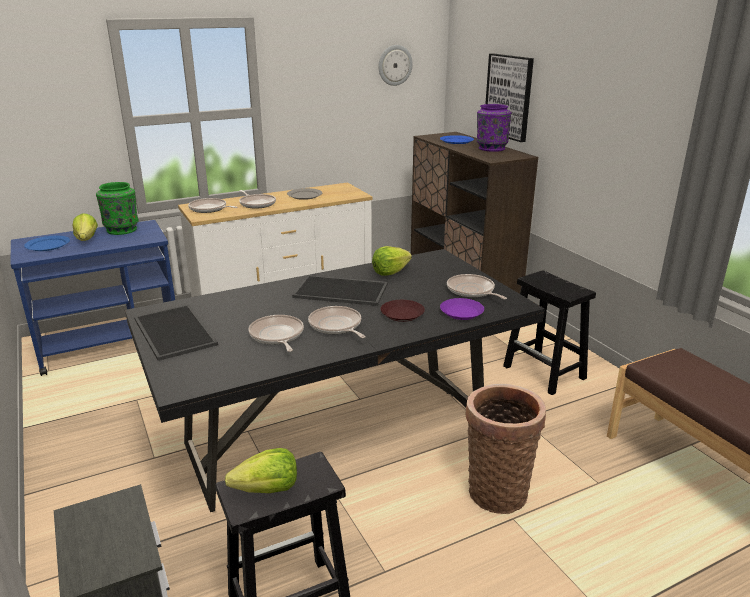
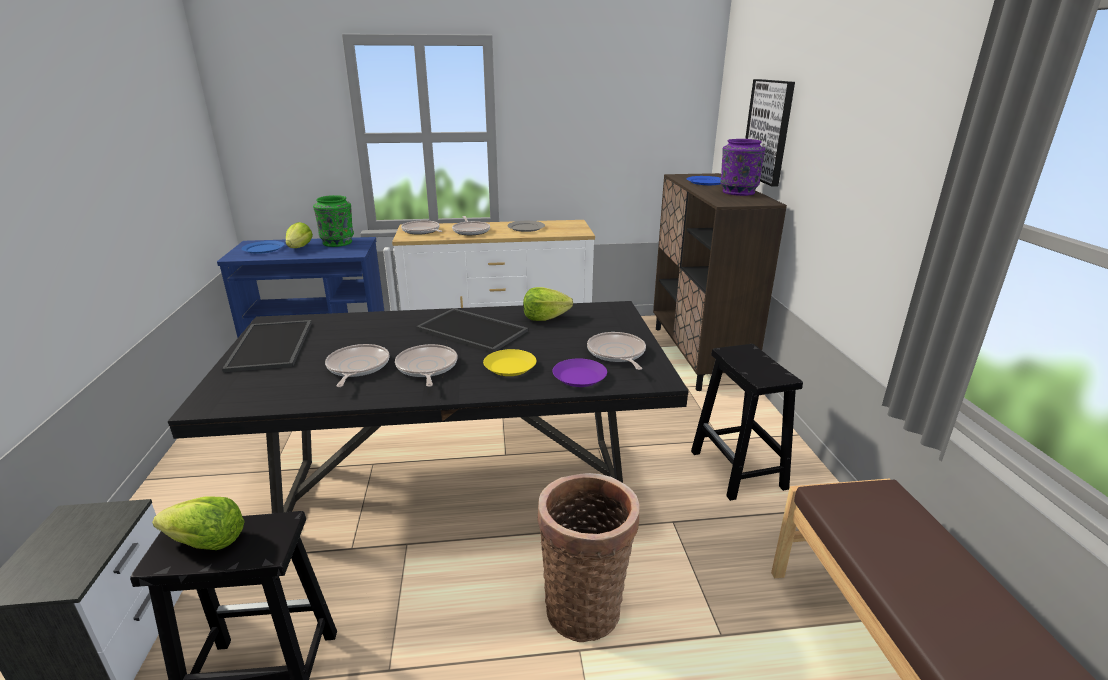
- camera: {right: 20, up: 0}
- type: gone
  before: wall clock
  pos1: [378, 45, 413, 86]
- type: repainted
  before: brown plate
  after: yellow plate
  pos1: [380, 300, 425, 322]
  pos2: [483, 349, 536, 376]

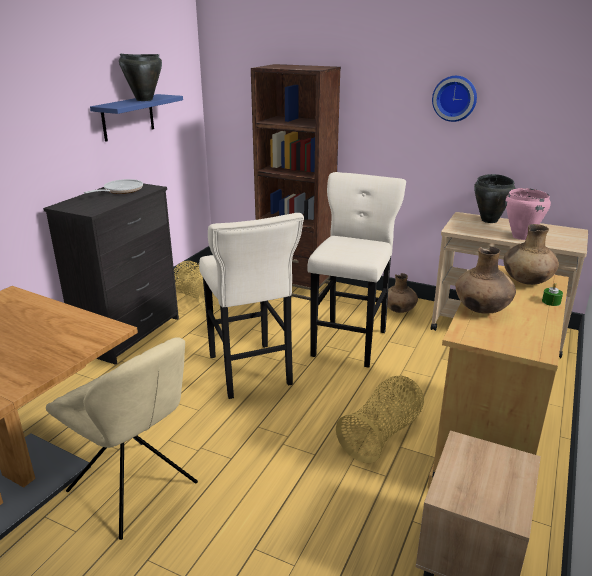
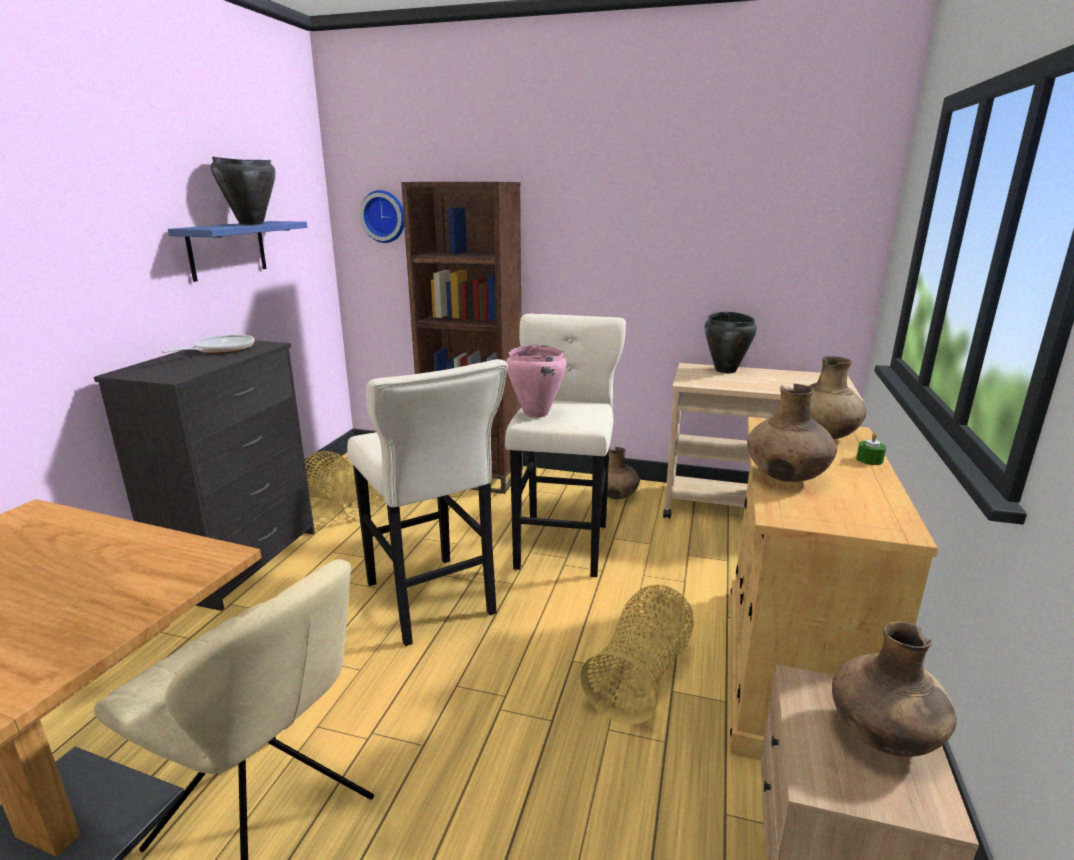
- camera: {right: -10, up: -5}
- type: new
  after: brown vase
  pos2: [832, 621, 957, 757]
- type: shifted
  before: wall clock
  pos1: [432, 76, 477, 122]
  pos2: [360, 190, 404, 243]
- type: shifted
  before: pink cooking pot
  pos1: [505, 188, 551, 240]
  pos2: [506, 345, 567, 418]

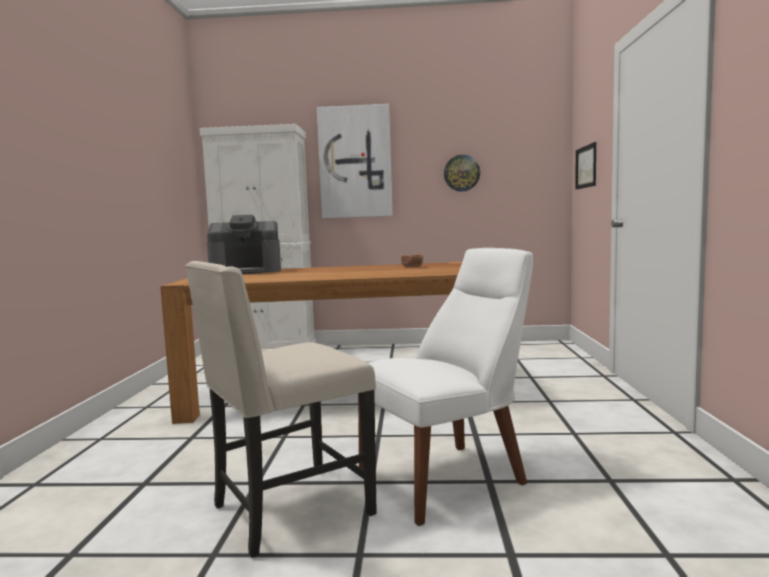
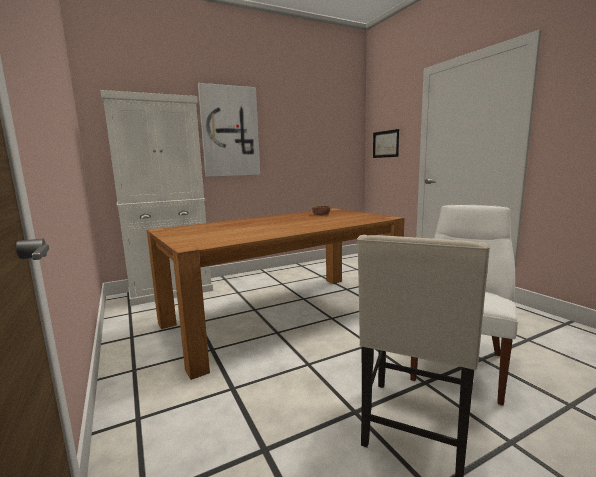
- camera: {right: -30, up: 5}
- type: gone
  before: coffee machine
  pos1: [207, 215, 281, 274]
- type: gone
  before: wall clock
  pos1: [444, 155, 480, 192]

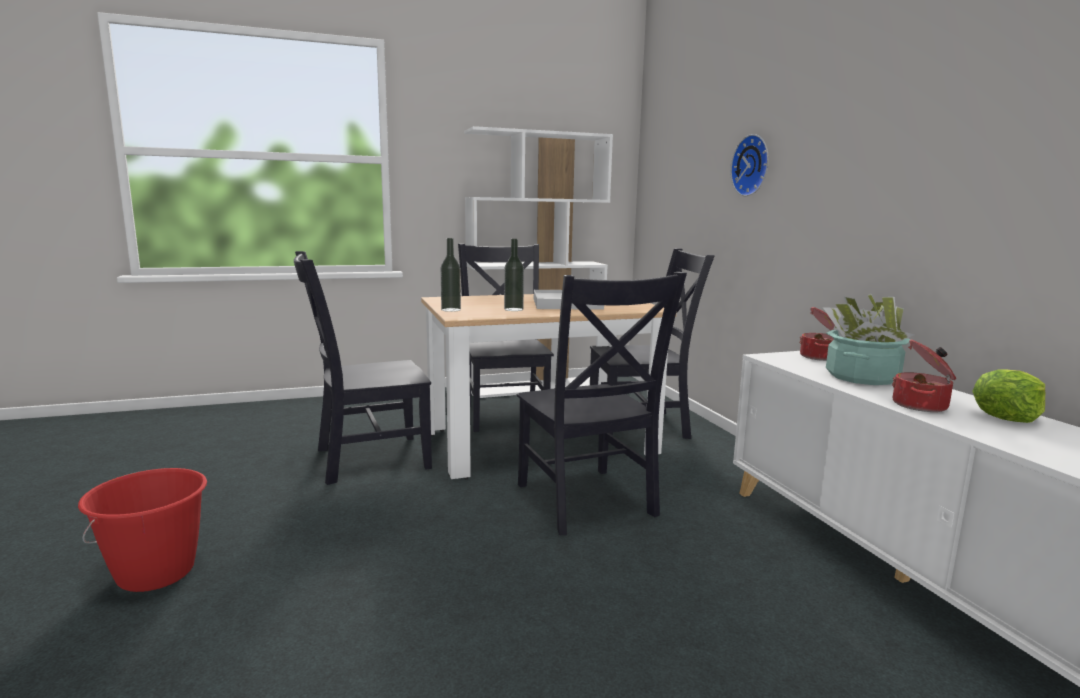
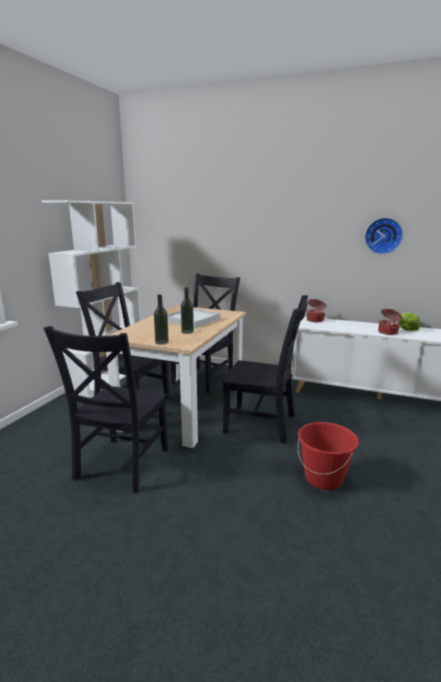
- camera: {right: -50, up: 5}
- type: gone
  before: potted plant
  pos1: [823, 294, 914, 385]
- type: shifted
  before: red bucket
  pos1: [78, 468, 207, 592]
  pos2: [298, 422, 359, 490]
- type: shifted
  before: wall clock
  pos1: [730, 134, 769, 196]
  pos2: [365, 218, 403, 254]

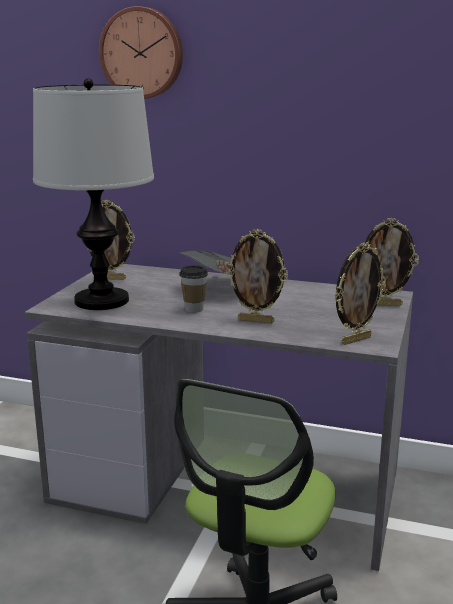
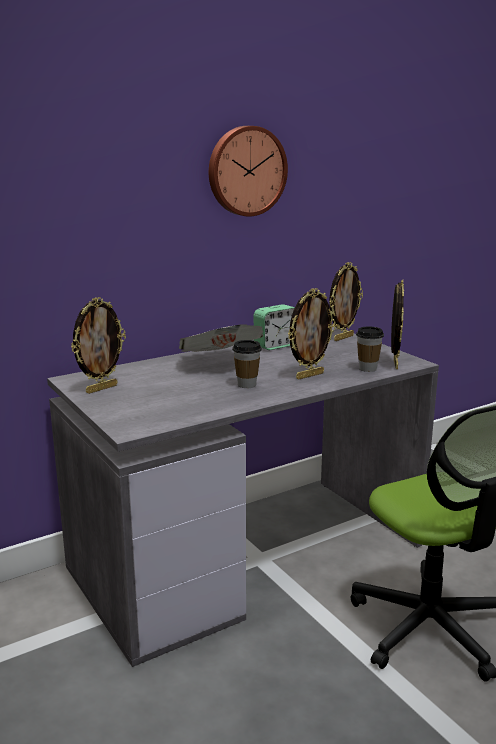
- camera: {right: -50, up: 0}
- type: gone
  before: table lamp
  pos1: [33, 78, 154, 310]
- type: new
  after: alarm clock
  pos2: [253, 304, 295, 350]
- type: new
  after: cup
  pos2: [356, 327, 384, 372]
- type: shifted
  before: wall clock
  pos1: [99, 6, 183, 99]
  pos2: [209, 126, 288, 217]

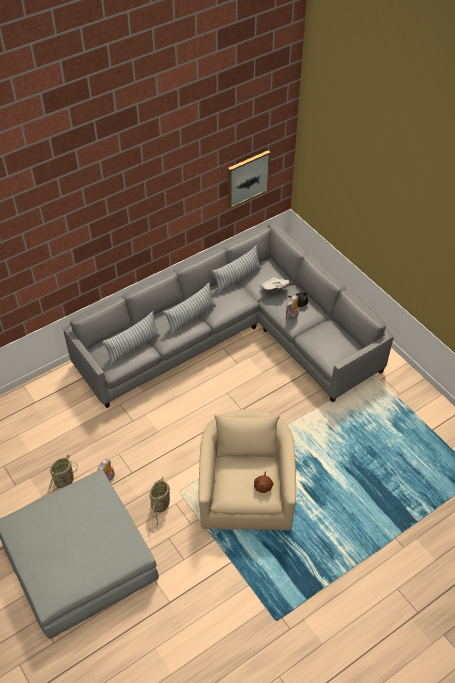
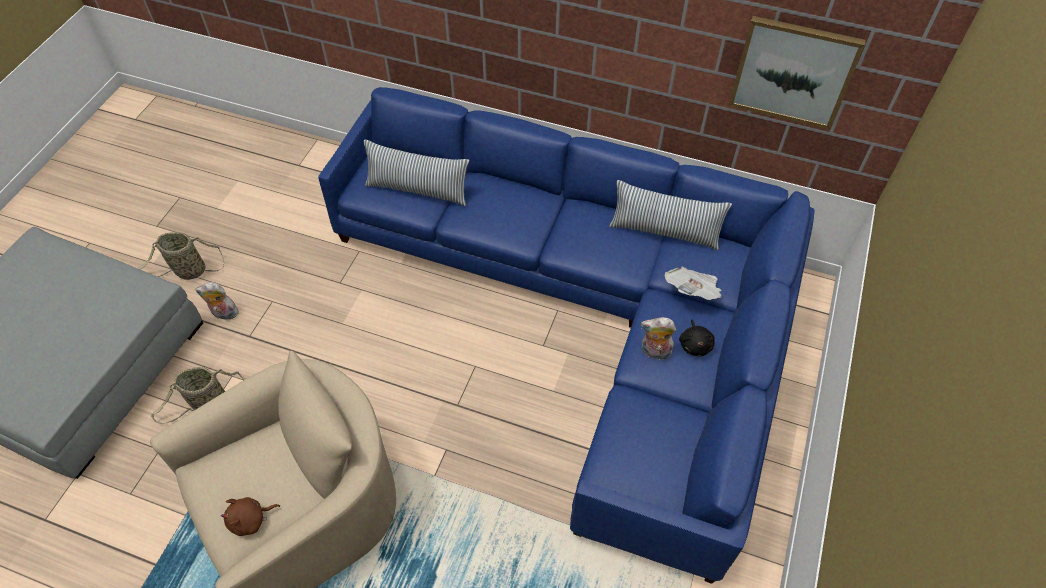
- camera: {right: 55, up: 5}
- type: gone
  before: pillow
  pos1: [163, 282, 216, 335]
- type: repainted
  before: grey sofa
  after: blue sofa
  pos1: [63, 223, 394, 408]
  pos2: [318, 87, 815, 584]

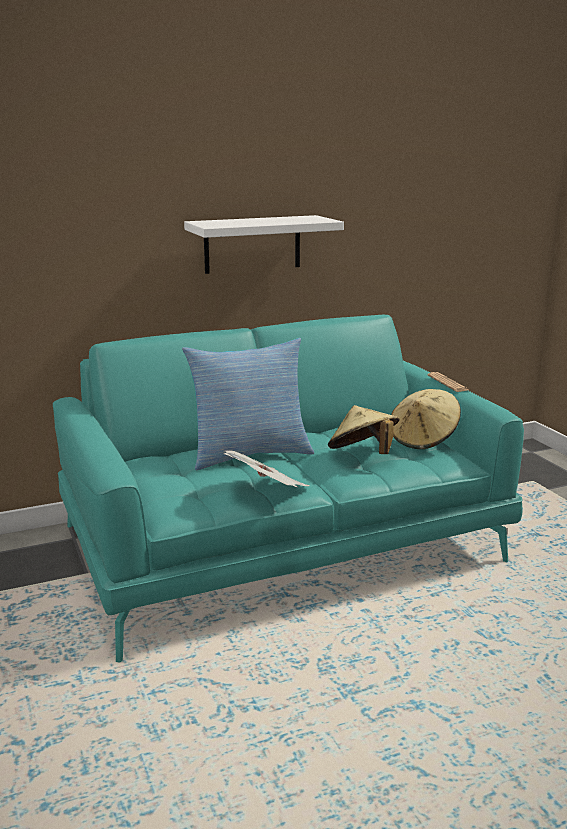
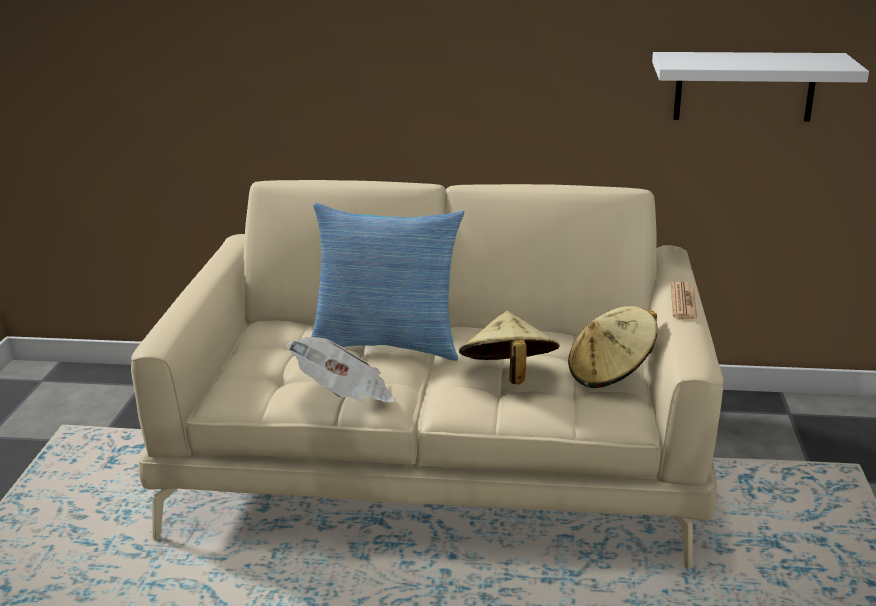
- camera: {right: 30, up: 5}
- type: shifted
  before: white shelf
  pos1: [184, 215, 344, 274]
  pos2: [652, 52, 869, 122]
- type: repainted
  before: turquoise sofa
  after: beige sofa
  pos1: [53, 315, 524, 663]
  pos2: [131, 180, 723, 569]

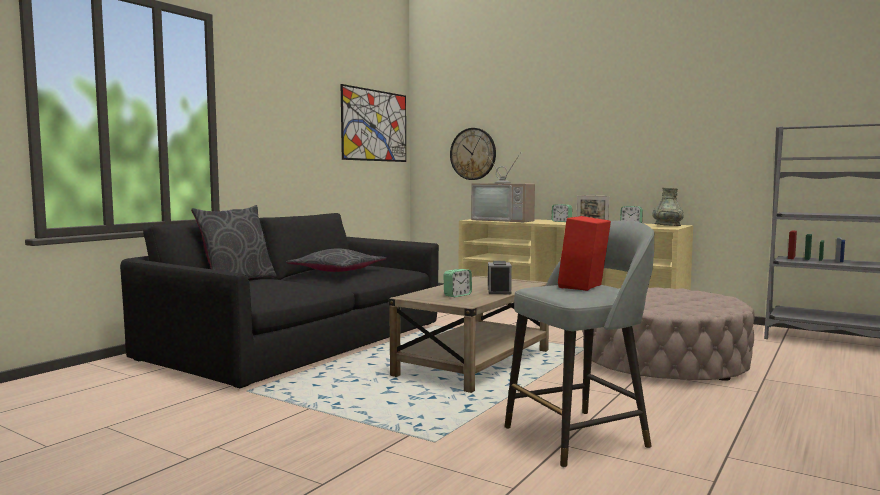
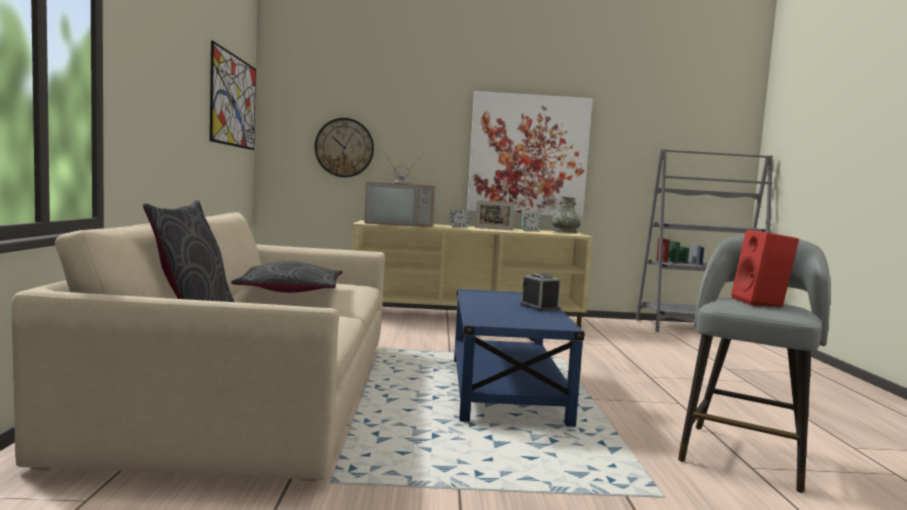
- camera: {right: -35, up: 0}
- type: gone
  before: alarm clock
  pos1: [443, 269, 472, 297]
- type: gone
  before: beige ottoman
  pos1: [582, 288, 755, 381]
- type: new
  after: picture
  pos2: [467, 91, 593, 217]
- type: repainted
  before: black sofa
  after: beige sofa
  pos1: [120, 213, 439, 388]
  pos2: [11, 212, 385, 481]
- type: repainted
  before: beige coffee table
  after: blue coffee table
  pos1: [389, 276, 549, 393]
  pos2: [454, 289, 585, 427]

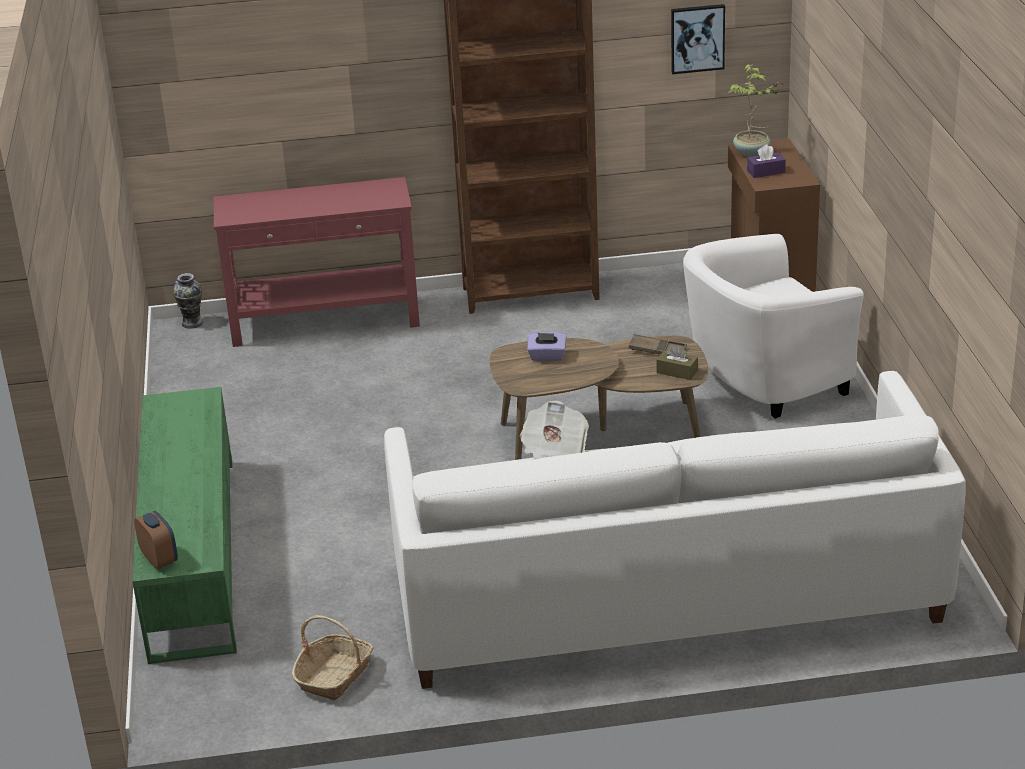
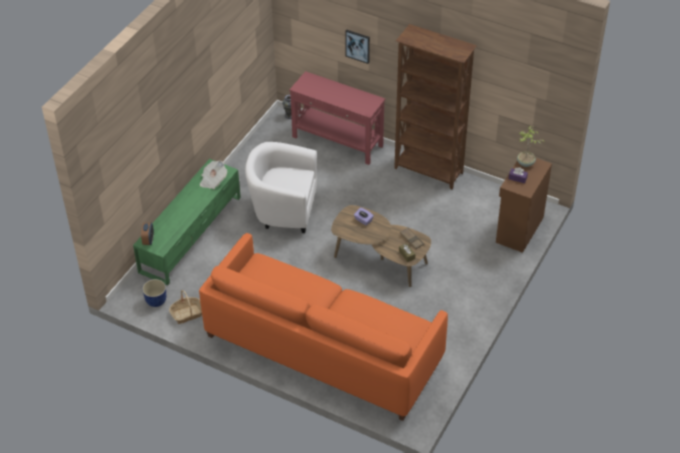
- camera: {right: 35, up: 15}
- type: new
  after: planter
  pos2: [142, 279, 166, 307]
- type: shifted
  before: newspaper
  pos1: [520, 401, 589, 459]
  pos2: [200, 161, 227, 189]
- type: shifted
  before: picture
  pos1: [671, 4, 725, 74]
  pos2: [345, 29, 370, 64]
- type: shifted
  before: white armchair
  pos1: [683, 234, 864, 419]
  pos2: [245, 142, 317, 233]
- type: repainted
  before: white sofa
  after: orange sofa
  pos1: [384, 371, 966, 689]
  pos2: [199, 233, 448, 421]

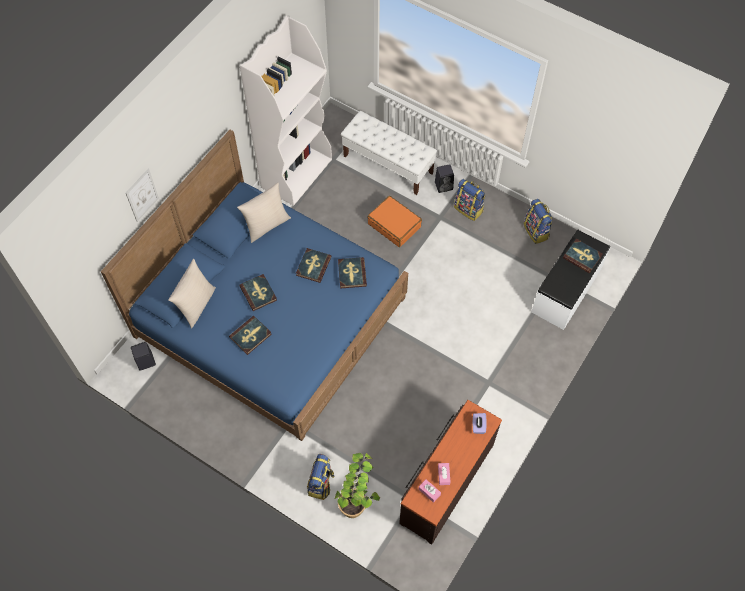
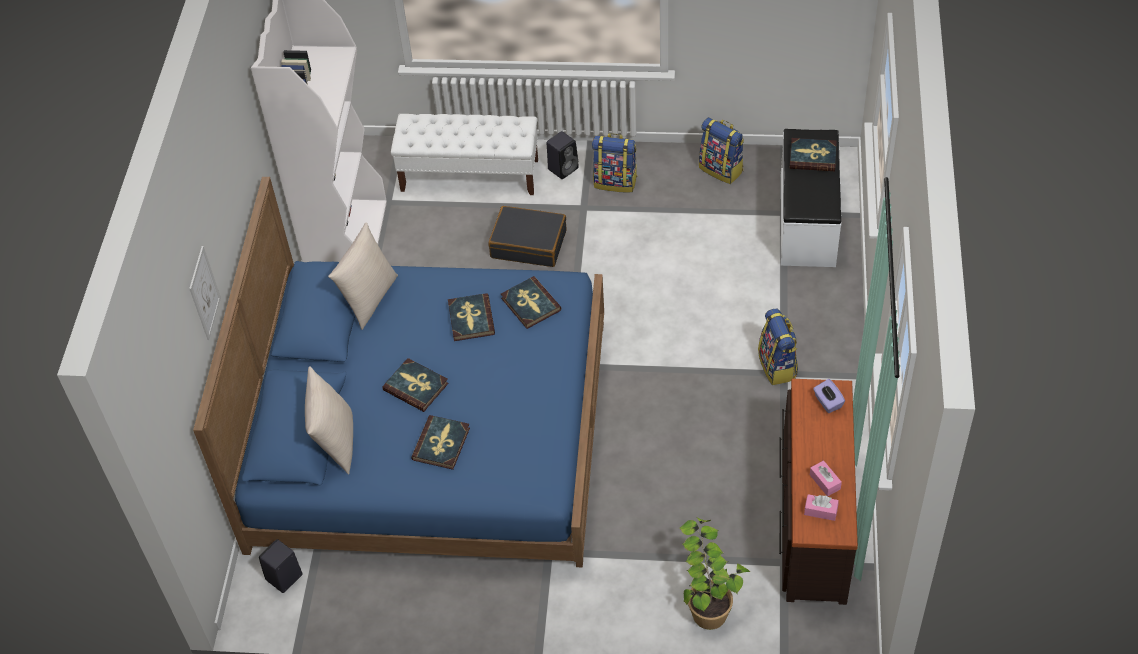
- camera: {right: -25, up: -10}
- type: shifted
  before: backpack
  pos1: [307, 454, 335, 500]
  pos2: [758, 309, 798, 385]
- type: repainted
  before: orange suitcase
  after: black suitcase
  pos1: [367, 196, 422, 247]
  pos2: [488, 206, 566, 267]

